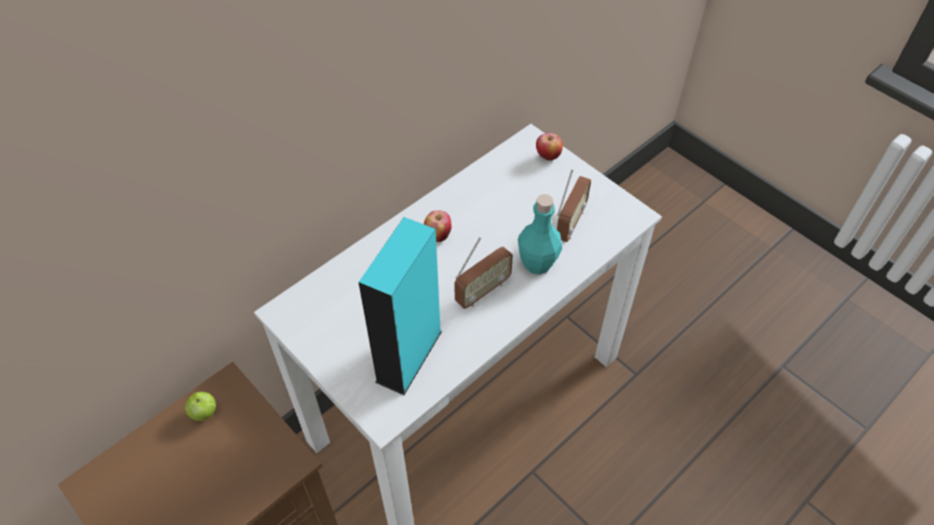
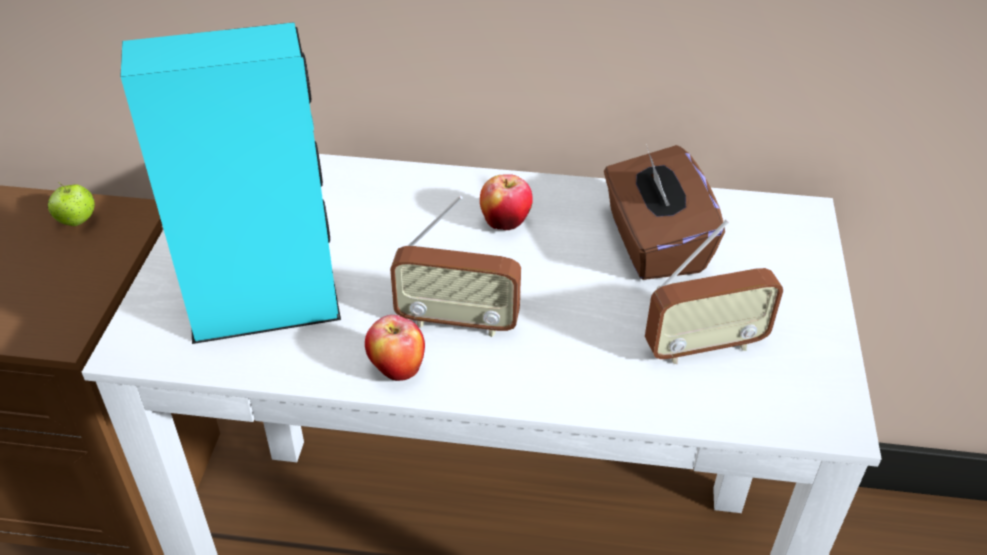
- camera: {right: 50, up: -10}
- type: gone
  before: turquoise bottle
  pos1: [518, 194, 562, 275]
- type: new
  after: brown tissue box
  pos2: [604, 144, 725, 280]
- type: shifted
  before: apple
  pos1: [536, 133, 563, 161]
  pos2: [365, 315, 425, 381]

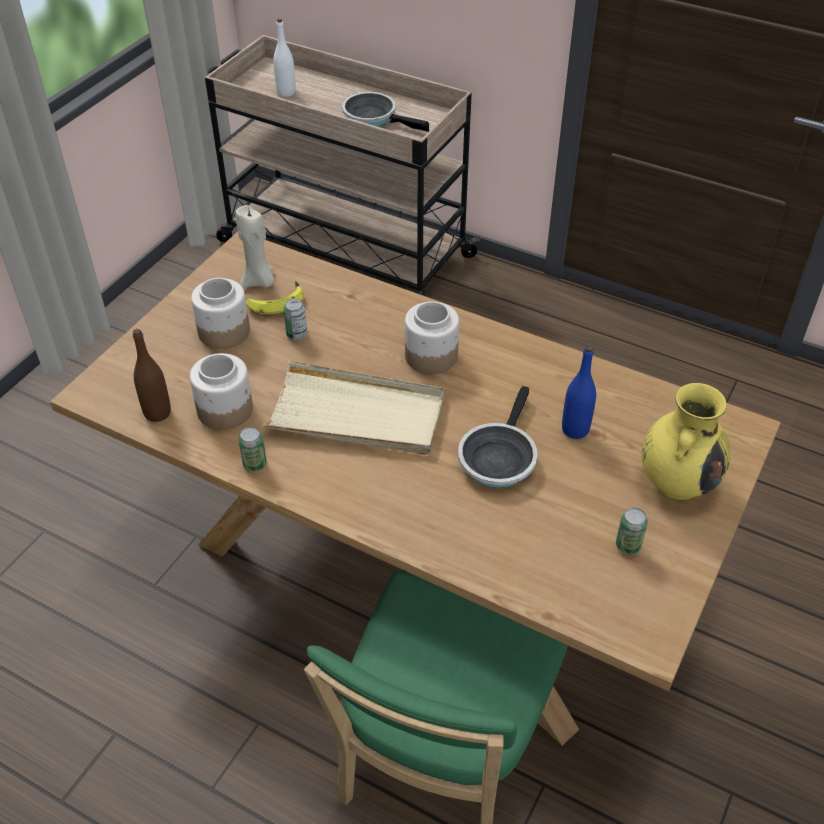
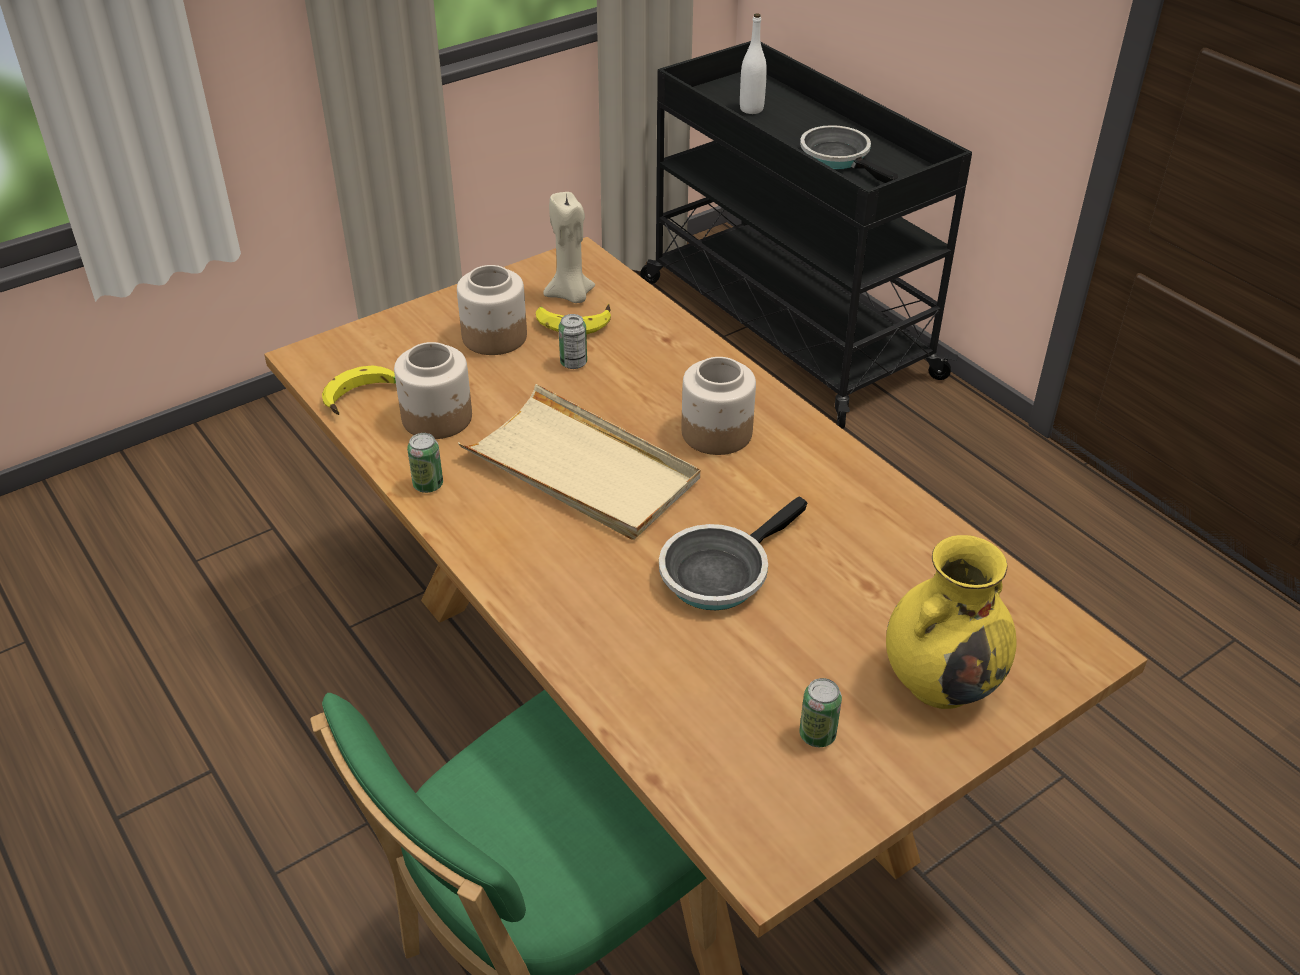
- camera: {right: 25, up: -5}
- type: gone
  before: blue bottle
  pos1: [562, 346, 596, 439]
- type: swapped
  before: brown bottle
  after: banana
  pos1: [133, 329, 171, 422]
  pos2: [322, 365, 396, 415]
- type: repainted
  before: beige cart
  after: black cart
  pos1: [205, 35, 481, 297]
  pos2: [640, 41, 972, 429]

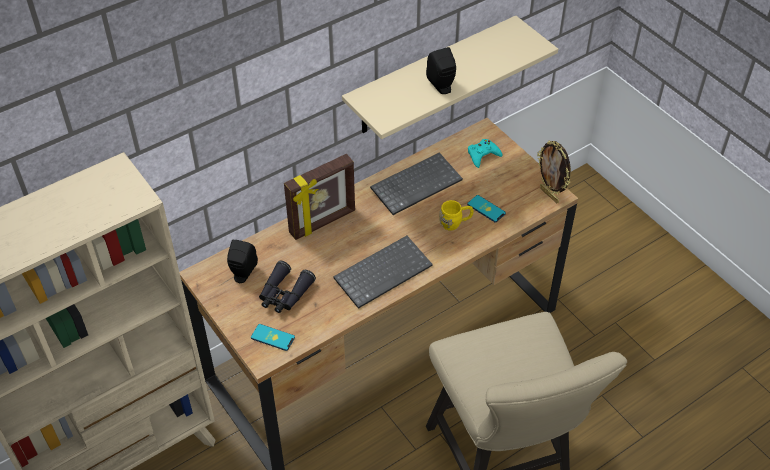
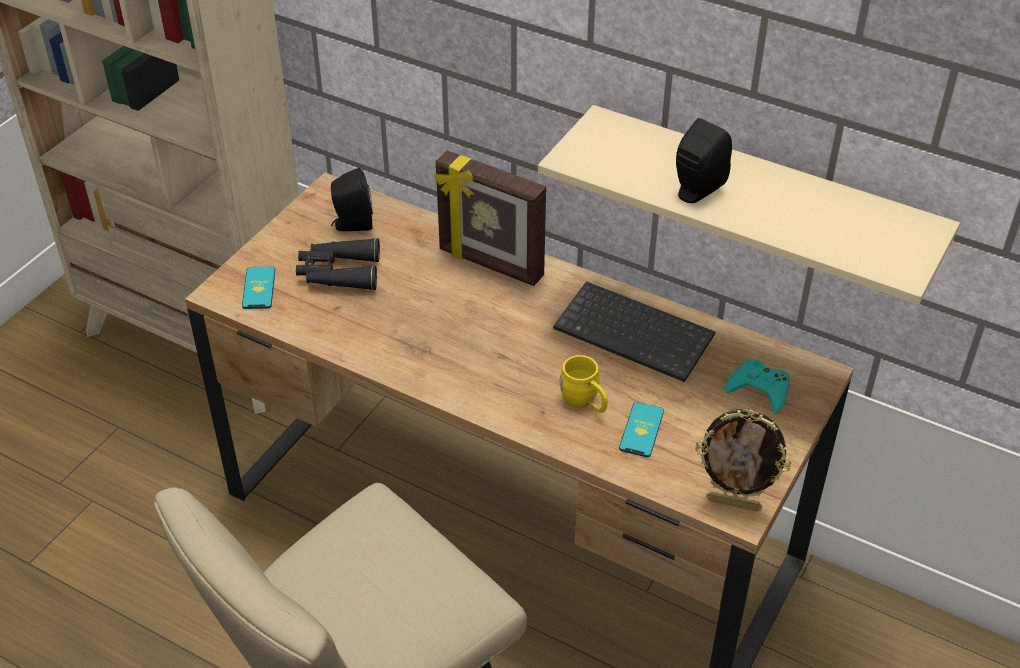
- camera: {right: 65, up: -5}
- type: gone
  before: keyboard
  pos1: [333, 236, 433, 309]
- type: rotated
  before: picture frame
  pos1: [537, 140, 571, 203]
  pos2: [695, 409, 791, 511]
  turn: -105

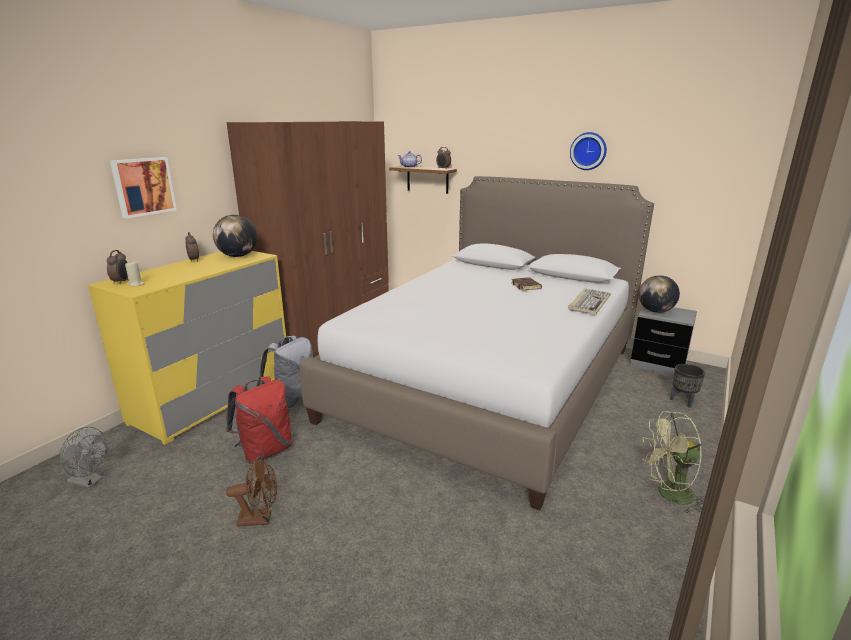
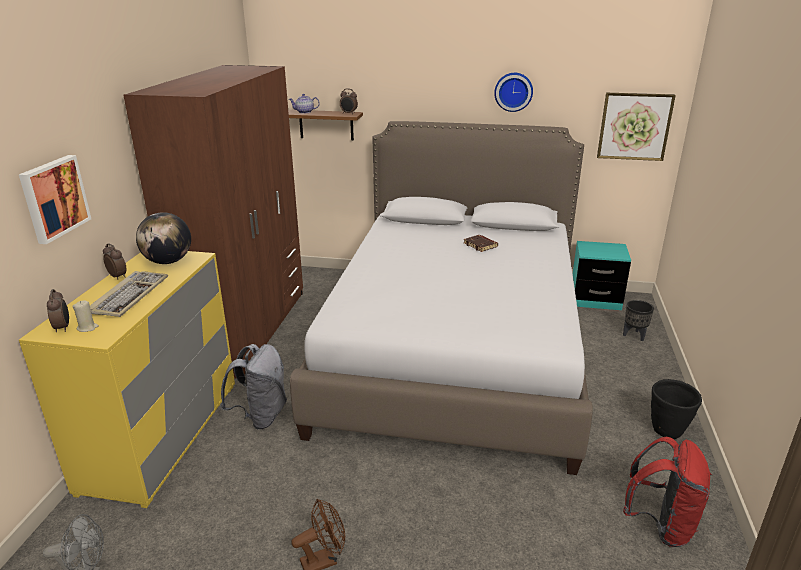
- camera: {right: -20, up: 5}
- type: gone
  before: globe
  pos1: [639, 275, 680, 313]
- type: new
  after: picture
  pos2: [597, 93, 676, 161]
- type: shifted
  before: red backpack
  pos1: [226, 376, 292, 464]
  pos2: [623, 437, 712, 547]
- type: shifted
  before: keyboard
  pos1: [568, 288, 611, 314]
  pos2: [90, 271, 168, 317]
- type: swapped
  before: green fan
  after: black planter
  pos1: [642, 411, 705, 514]
  pos2: [651, 379, 702, 439]
- type: repainted
  before: grey nightstand
  after: turquoise nightstand
  pos1: [630, 306, 697, 376]
  pos2: [573, 241, 631, 310]

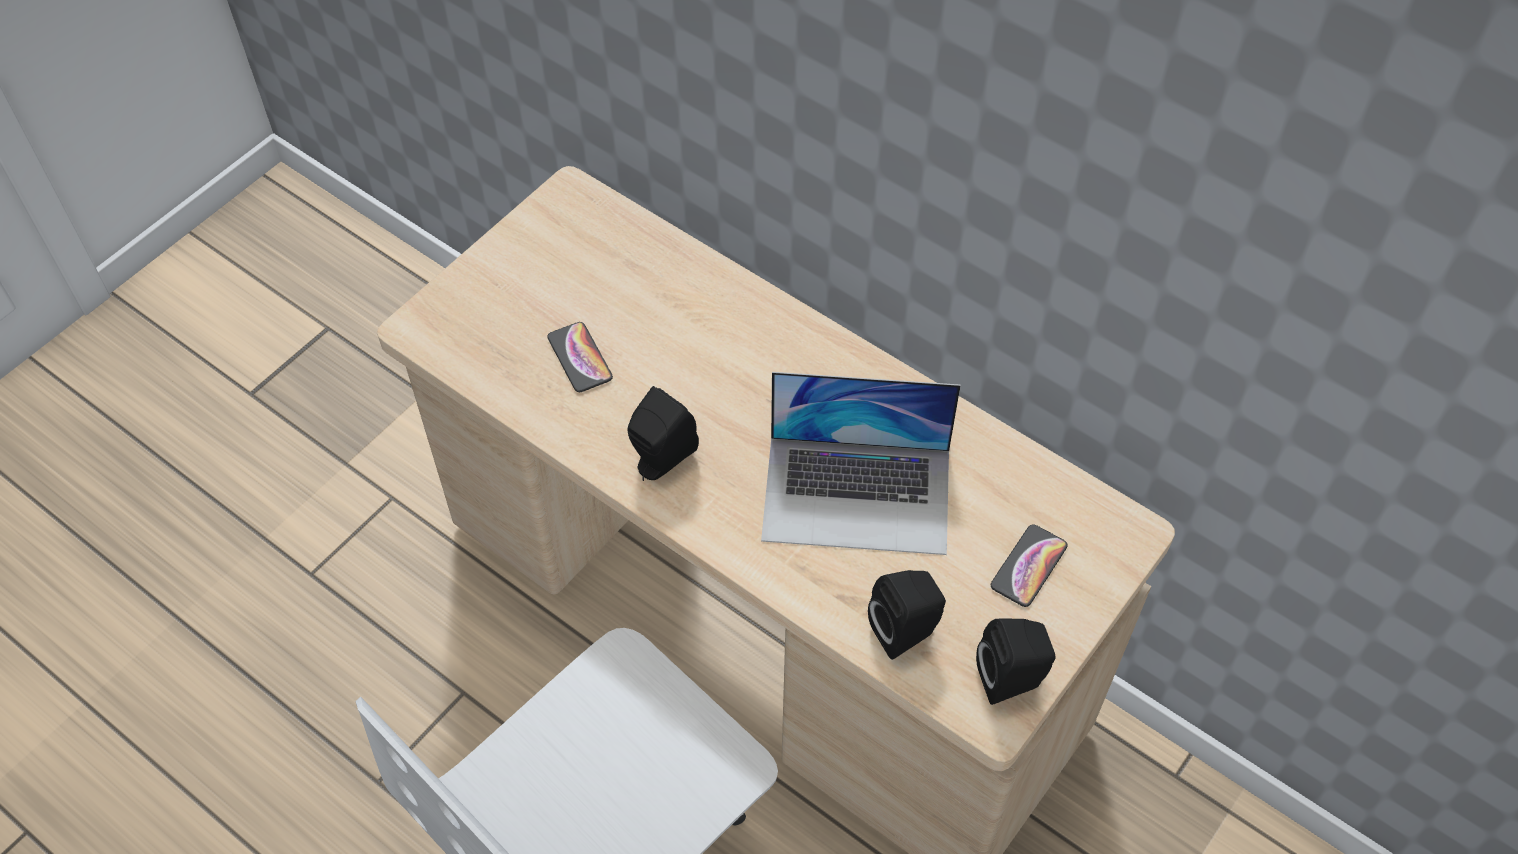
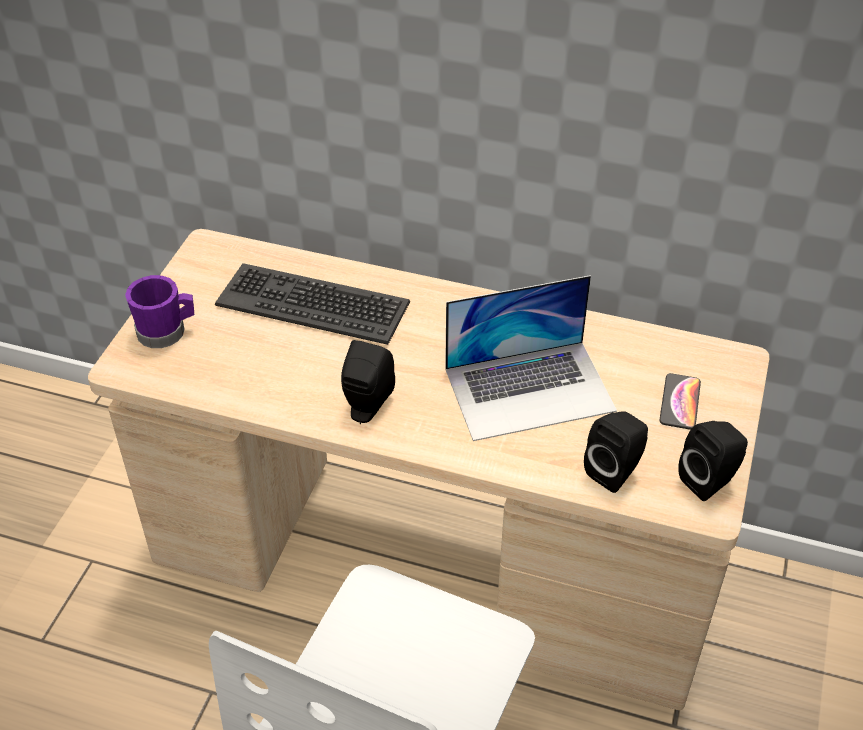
- camera: {right: -20, up: -10}
- type: gone
  before: phone
  pos1: [547, 322, 613, 392]
- type: new
  after: purple mug
  pos2: [125, 275, 194, 348]
- type: new
  after: keyboard
  pos2: [215, 263, 410, 345]

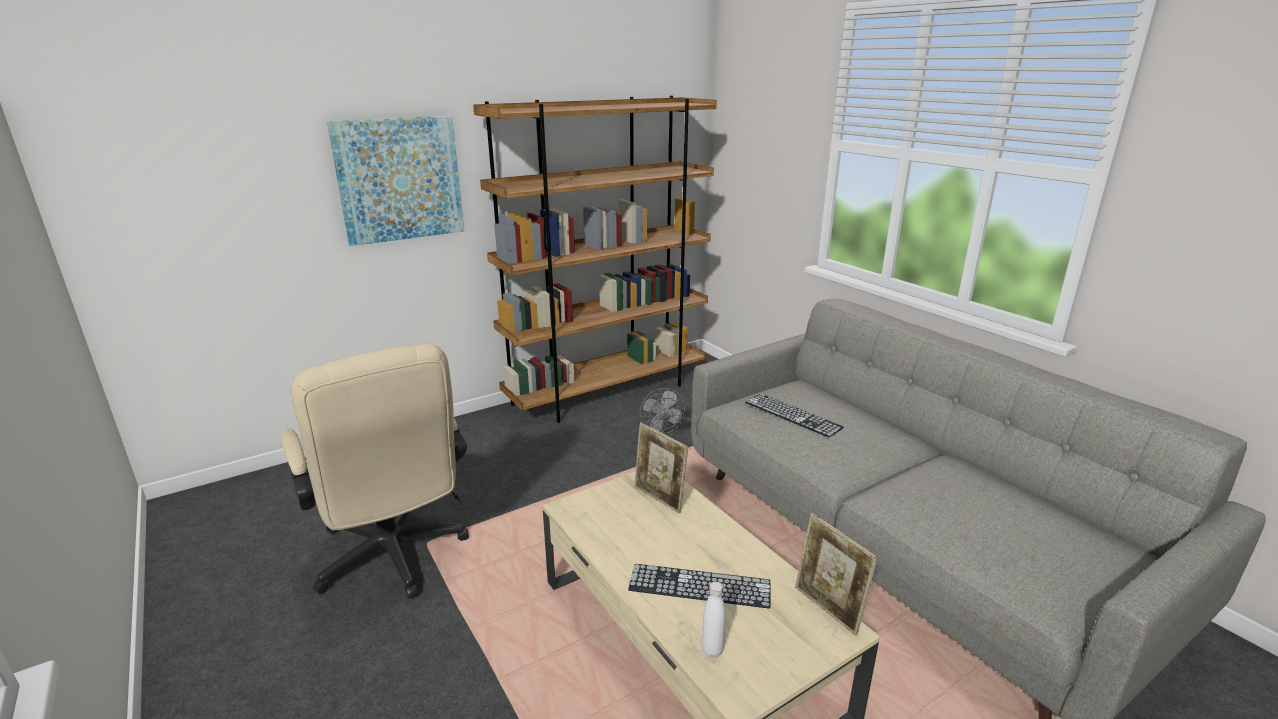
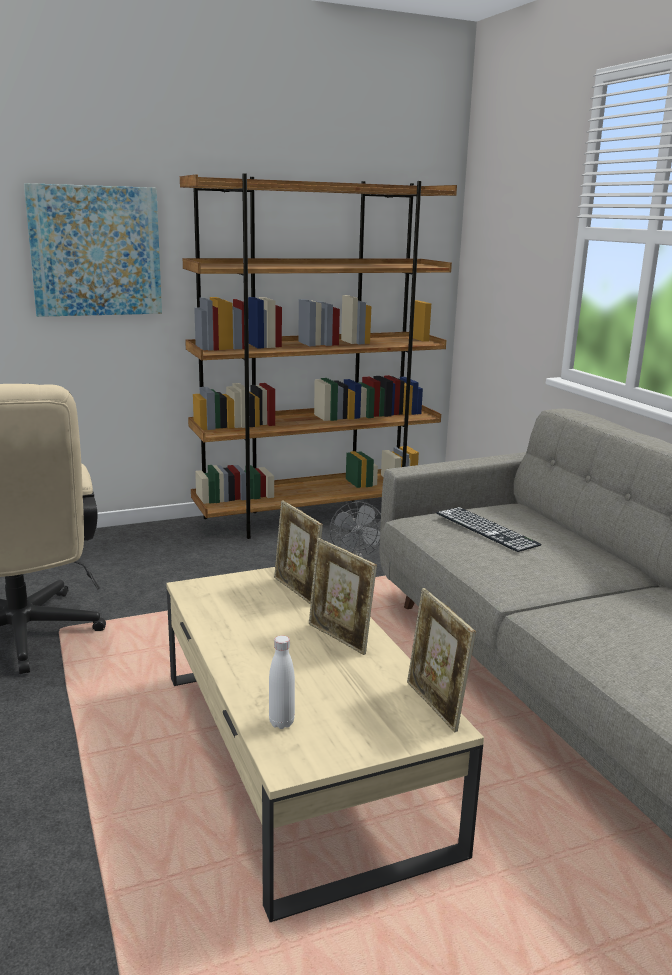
- camera: {right: 10, up: -5}
- type: gone
  before: keyboard
  pos1: [628, 564, 771, 608]
- type: new
  after: picture frame
  pos2: [309, 538, 377, 655]

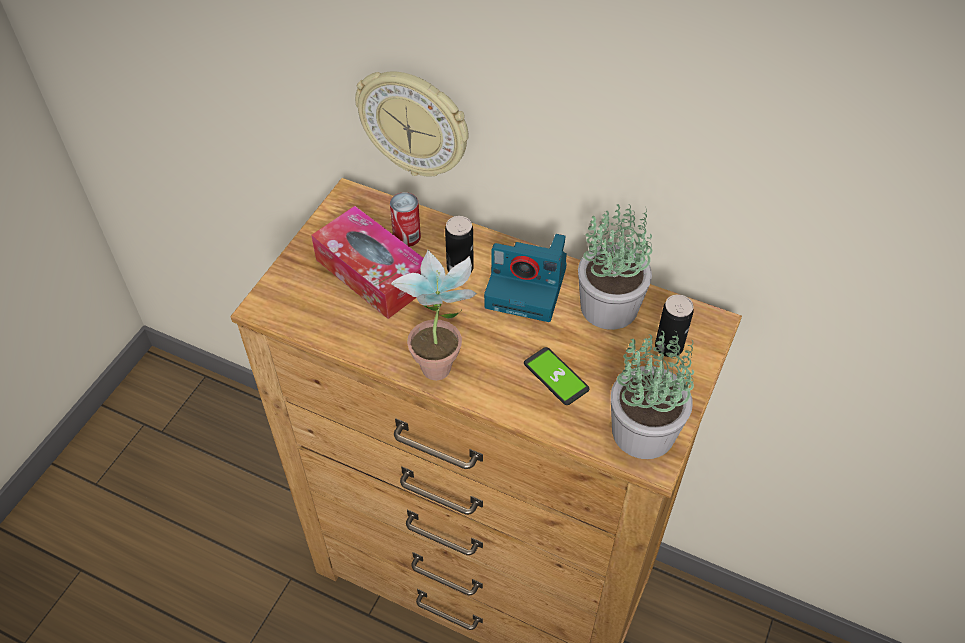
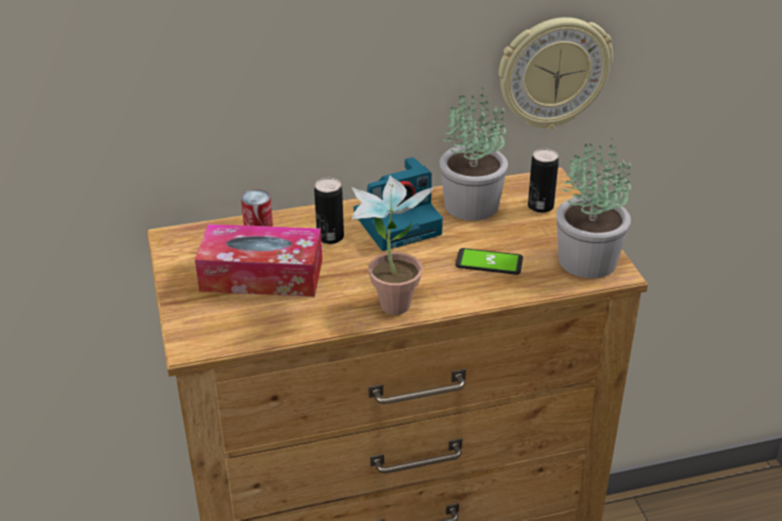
- camera: {right: -40, up: -15}
- type: shifted
  before: wall clock
  pos1: [355, 71, 469, 177]
  pos2: [498, 17, 613, 130]

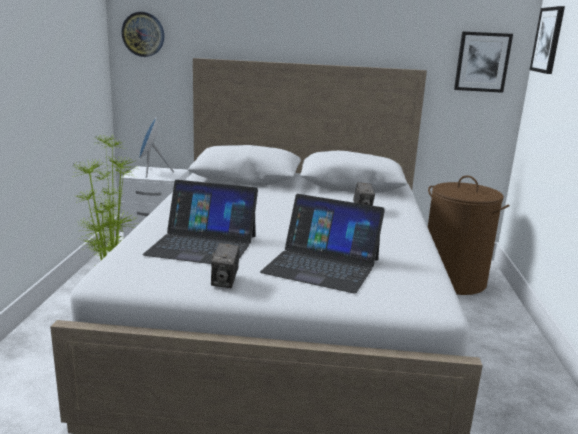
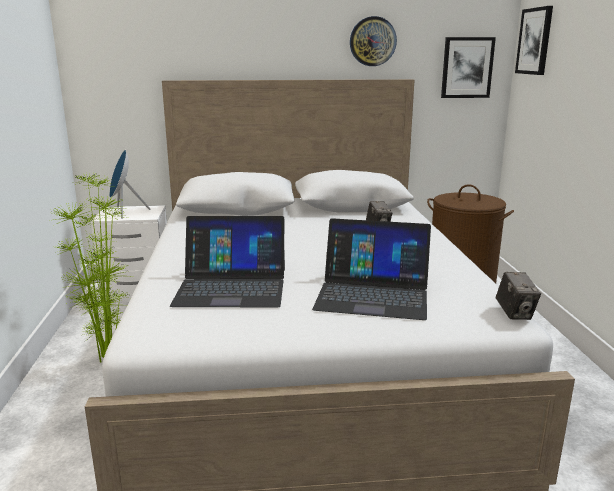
- camera: {right: -10, up: 0}
- type: shifted
  before: wall clock
  pos1: [121, 12, 164, 57]
  pos2: [350, 16, 397, 66]
- type: shifted
  before: photo camera
  pos1: [211, 243, 240, 288]
  pos2: [496, 272, 541, 320]

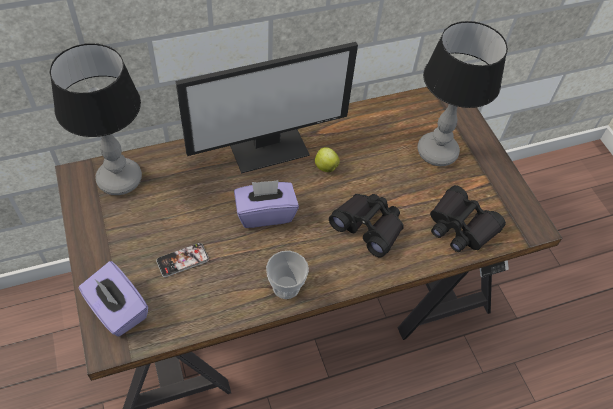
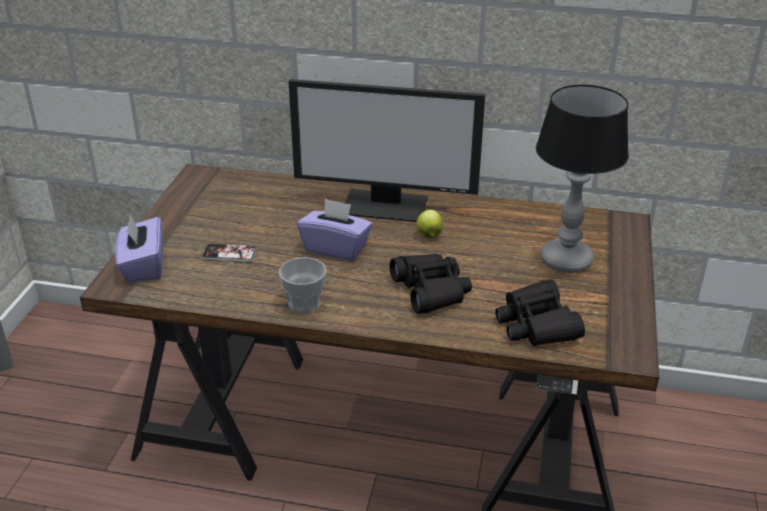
- camera: {right: 35, up: -20}
- type: gone
  before: table lamp
  pos1: [49, 43, 142, 195]

